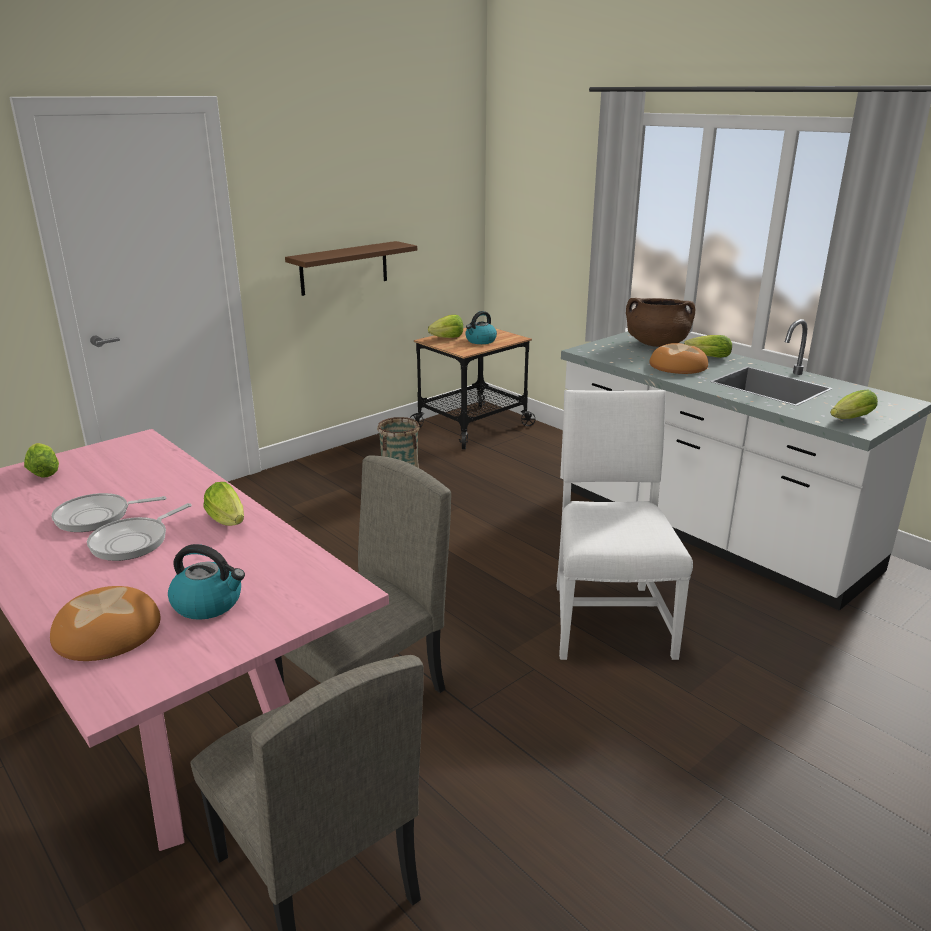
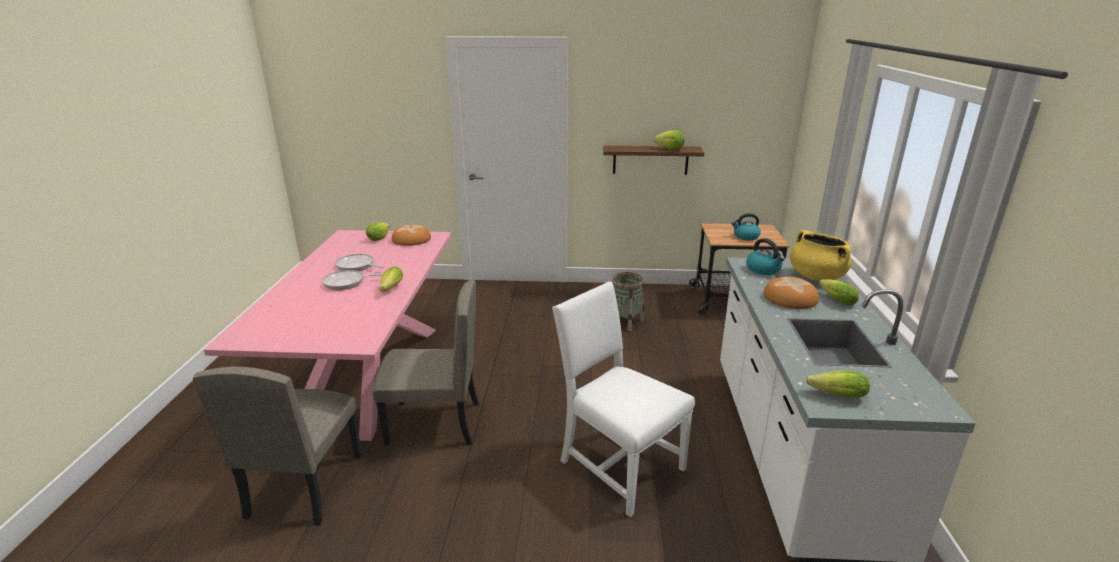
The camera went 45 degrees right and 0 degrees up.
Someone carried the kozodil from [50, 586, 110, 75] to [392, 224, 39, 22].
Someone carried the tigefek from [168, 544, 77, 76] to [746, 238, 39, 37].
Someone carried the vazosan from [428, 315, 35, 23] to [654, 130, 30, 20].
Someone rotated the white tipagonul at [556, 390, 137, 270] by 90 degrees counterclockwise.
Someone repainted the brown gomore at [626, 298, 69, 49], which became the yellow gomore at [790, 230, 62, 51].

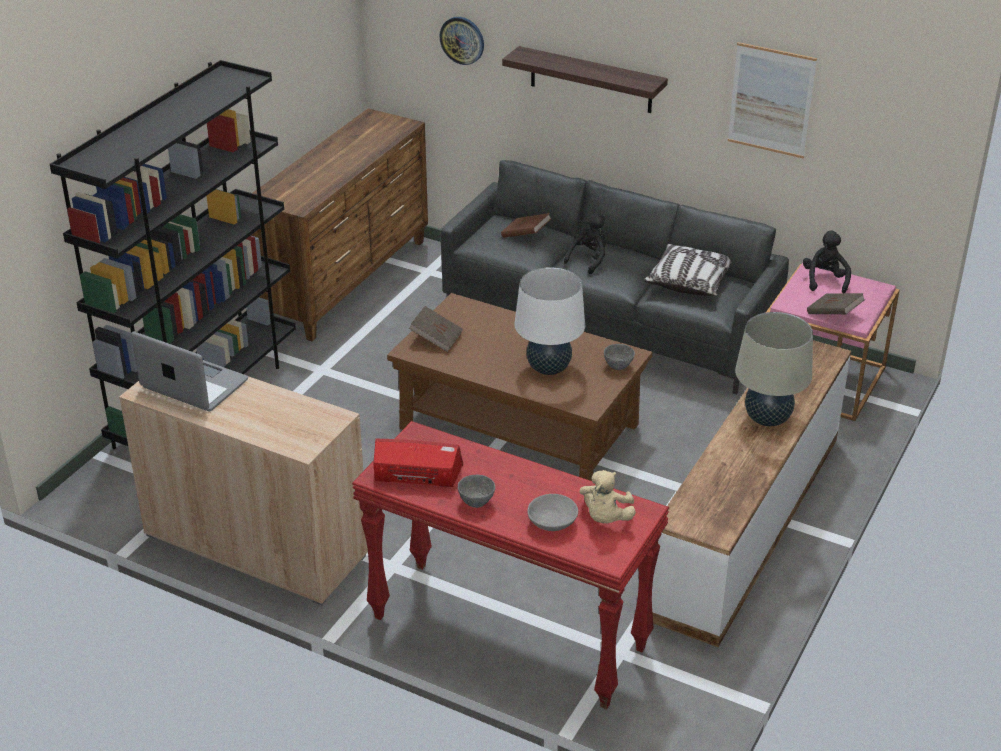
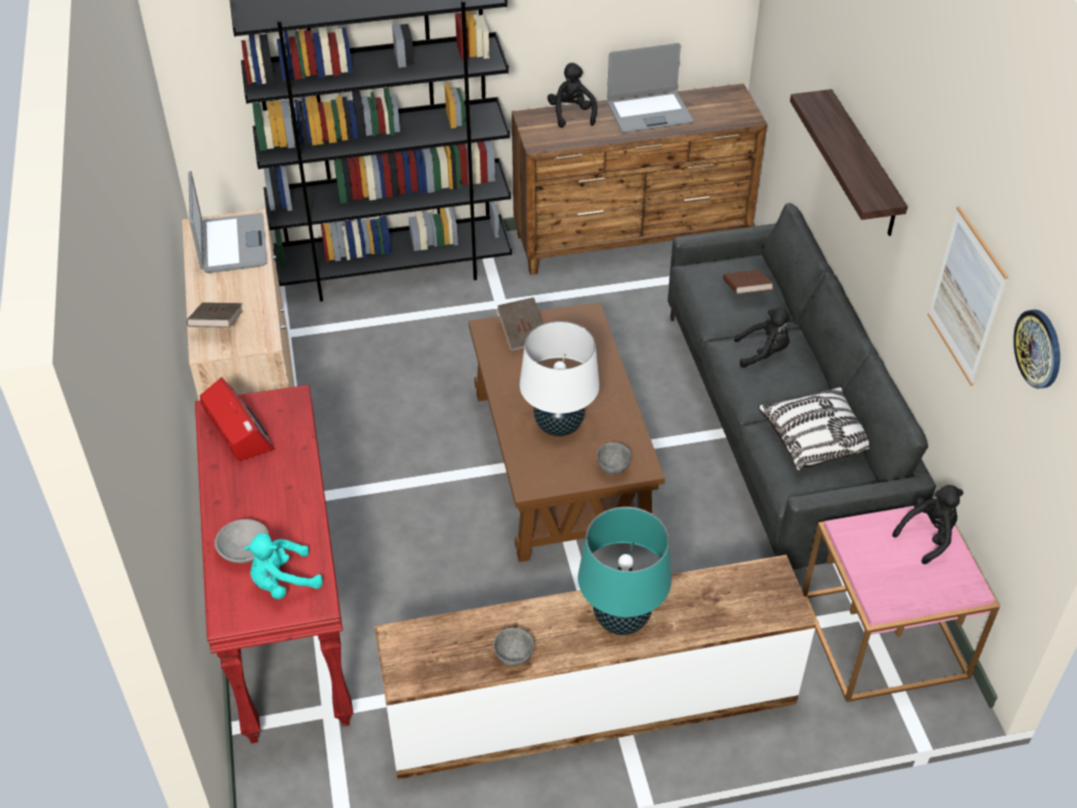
The camera went 50 degrees right and 10 degrees up.
Someone carried the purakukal from [439, 17, 45, 48] to [1013, 309, 47, 80].
Someone carried the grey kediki from [458, 475, 37, 33] to [494, 628, 40, 38].
Someone repainted the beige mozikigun at [580, 470, 56, 53], which became the turquoise mozikigun at [244, 533, 79, 66].
Someone repainted the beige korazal at [735, 312, 78, 114], which became the turquoise korazal at [578, 507, 93, 128].
Someone carried the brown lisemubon from [807, 293, 58, 21] to [187, 302, 55, 26].
Someone put down the black mozikigun at [547, 63, 50, 65].
Someone put down the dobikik at [607, 43, 86, 90].

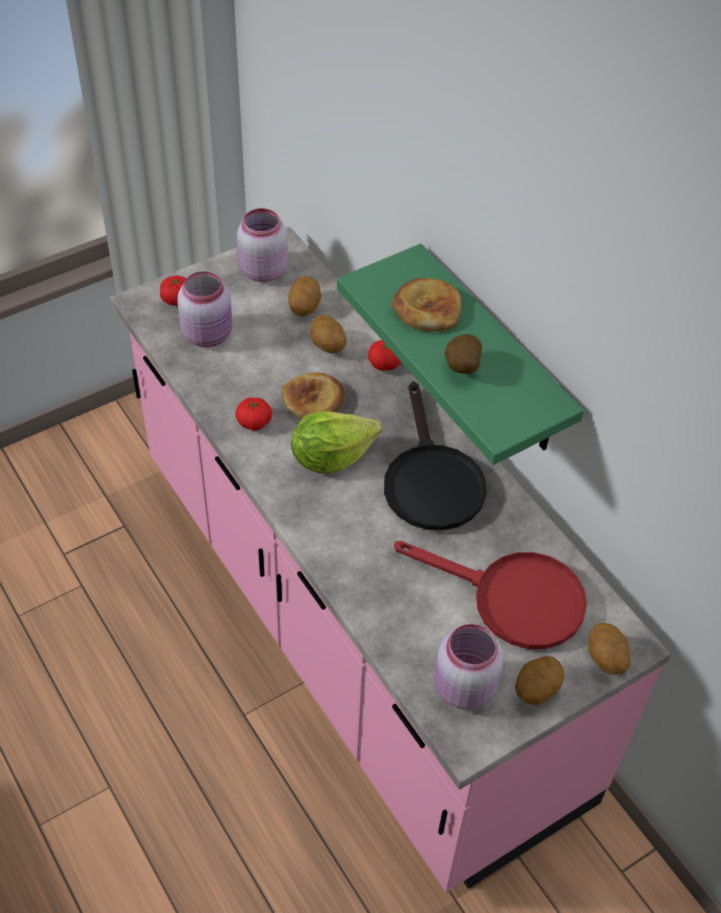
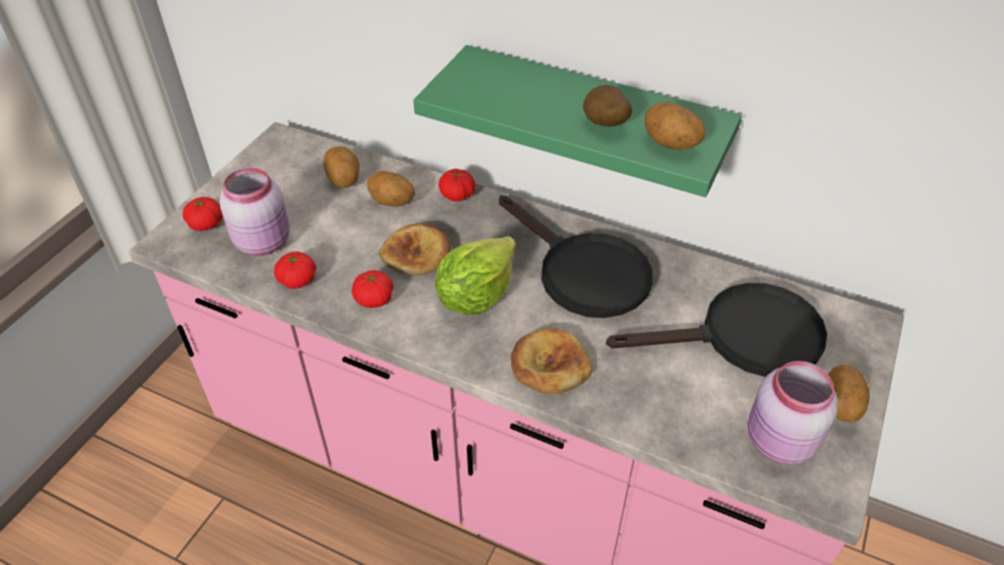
The camera went 30 degrees left and 5 degrees down.
Someone took away the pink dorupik at [237, 208, 51, 74].
Someone carried the kozodil from [392, 278, 69, 54] to [511, 328, 81, 66].
Someone repainted the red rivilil at [394, 541, 193, 108], which became the black rivilil at [606, 283, 221, 94].
Someone carried the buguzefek from [588, 623, 43, 52] to [645, 102, 60, 48].
Someone put down the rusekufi at [274, 252, 42, 37].

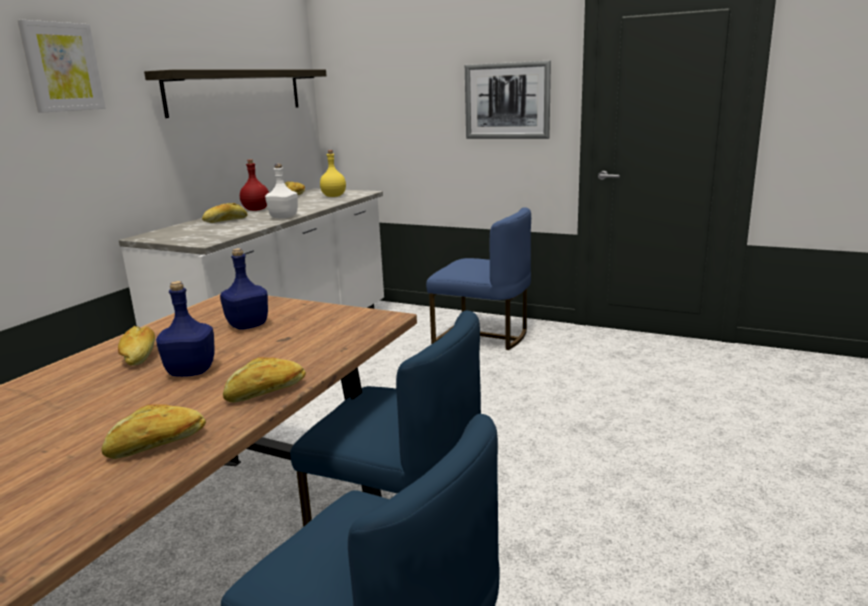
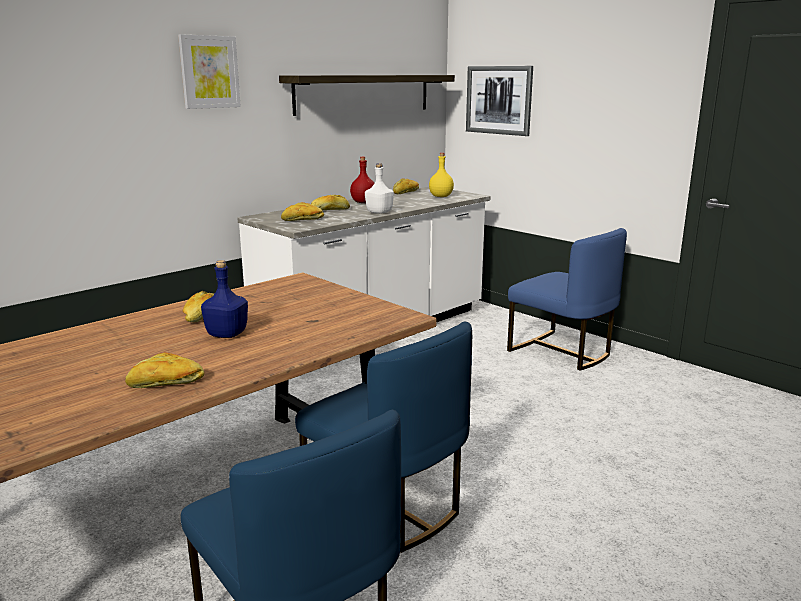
The camera went 20 degrees right and 0 degrees up.
Someone took away the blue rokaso at [220, 248, 48, 82].
Someone carried the kozodil from [223, 357, 83, 46] to [281, 202, 43, 19].
Someone carried the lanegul from [465, 61, 86, 78] to [466, 66, 67, 70].

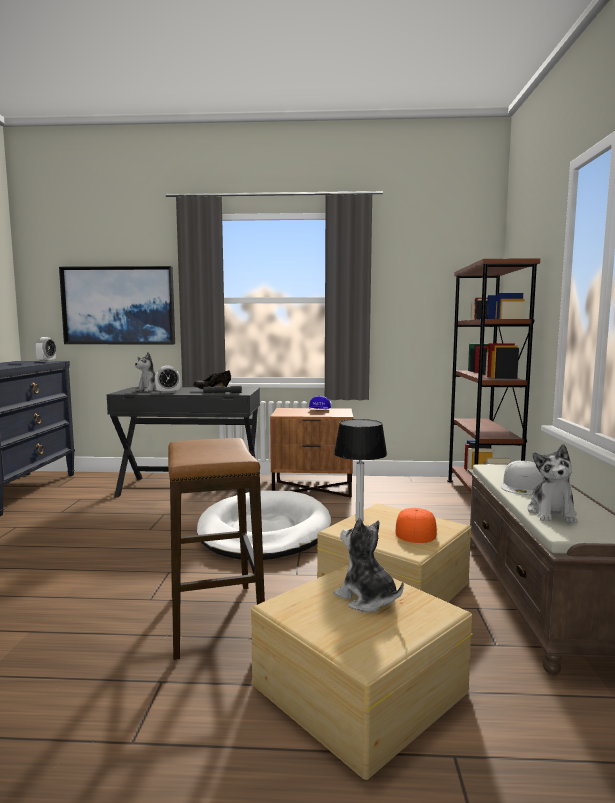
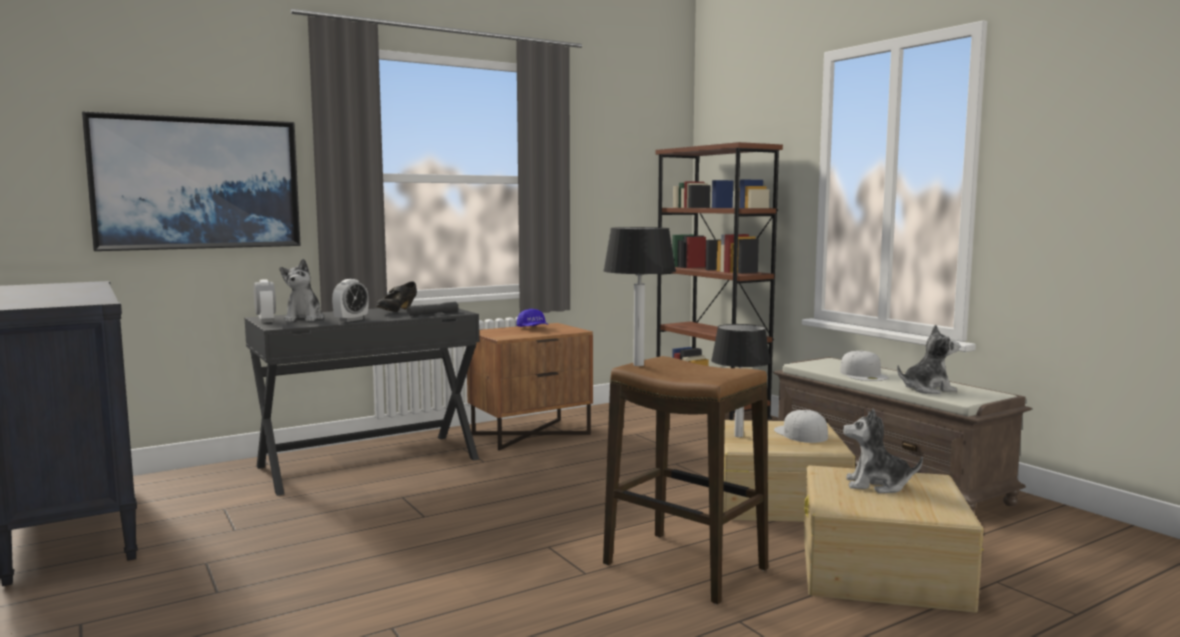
The camera went 35 degrees left and 0 degrees up.
Someone carried the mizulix from [35, 337, 21, 25] to [254, 279, 22, 44].
Someone took away the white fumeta at [197, 490, 134, 70].
Someone repainted the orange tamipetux at [396, 508, 41, 35], which became the white tamipetux at [774, 410, 54, 33].
Someone rotated the mozikigun at [527, 444, 51, 79] by 75 degrees counterclockwise.
Someone put down the korazal at [603, 227, 73, 139].

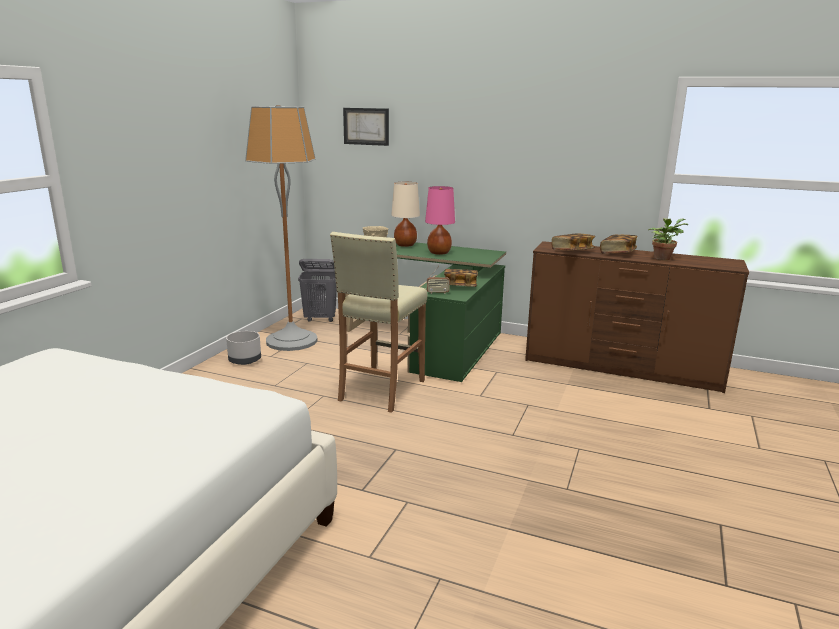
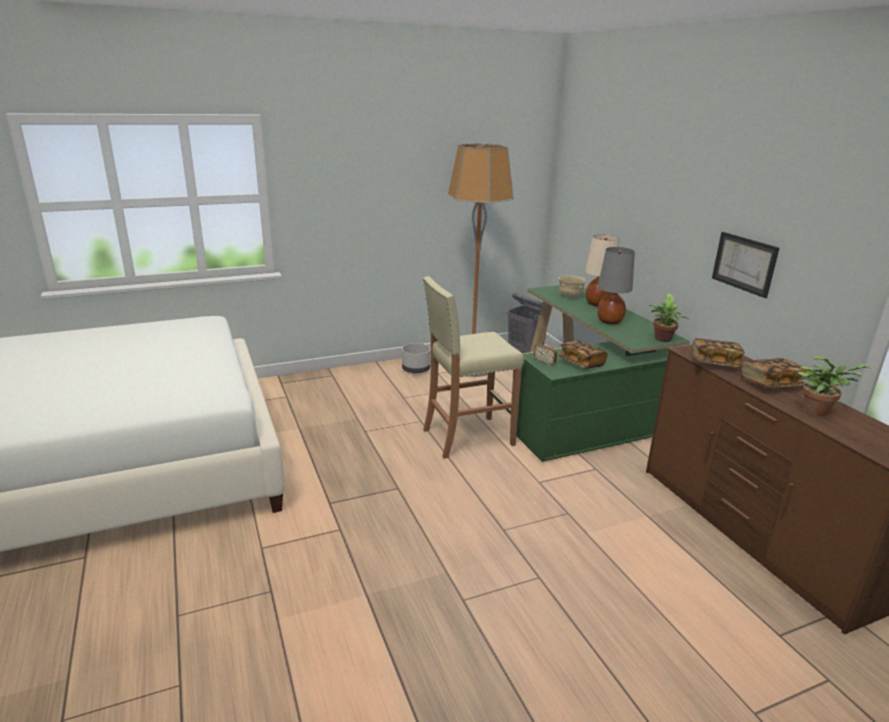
The camera went 45 degrees right and 5 degrees up.
Someone carried the lanegul from [343, 108, 46, 38] to [712, 232, 67, 66].
Someone repainted the pink korazal at [425, 186, 30, 69], which became the grey korazal at [597, 247, 38, 78].
Someone put down the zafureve at [649, 294, 40, 48].

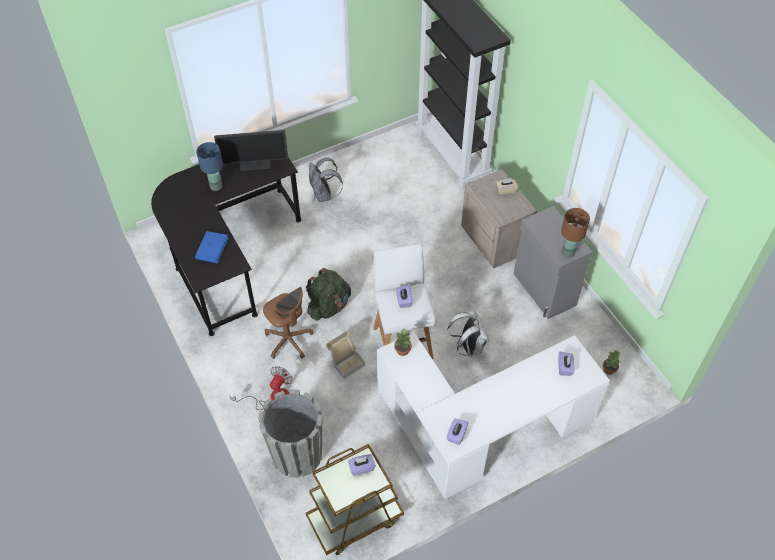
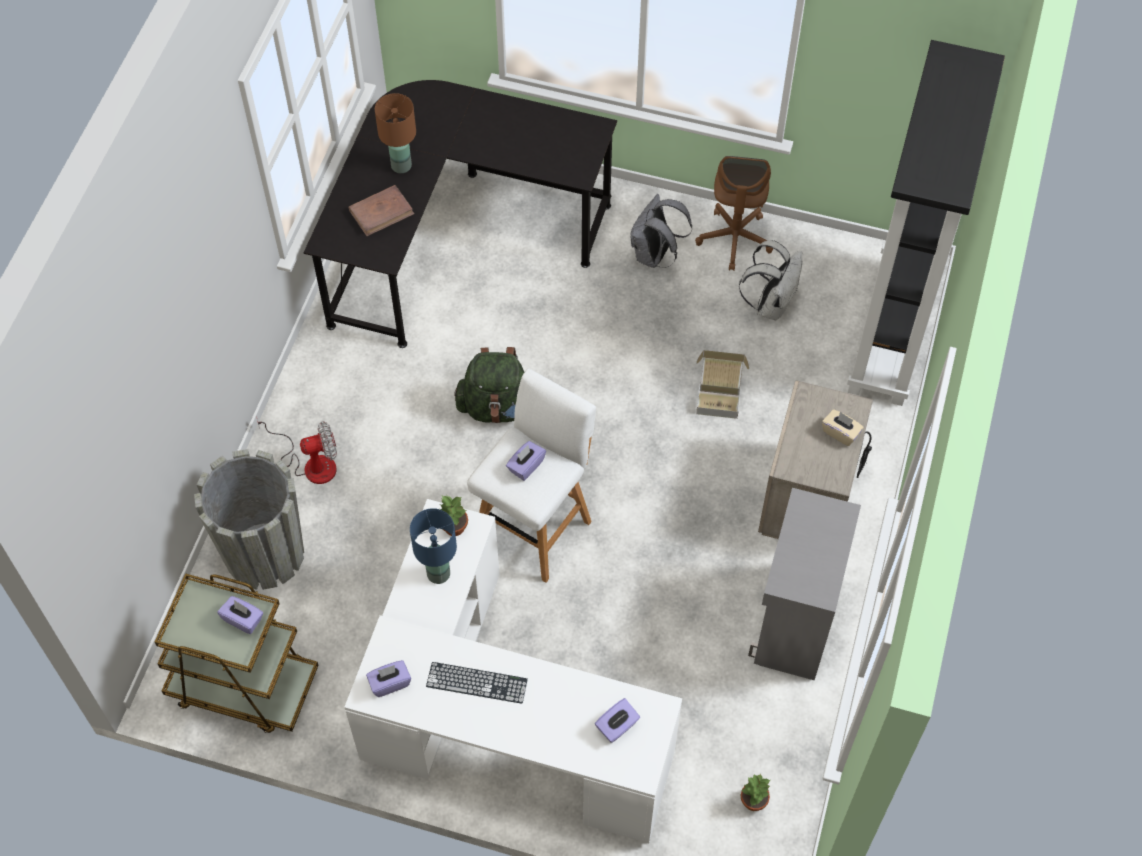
The camera went 45 degrees right and 5 degrees up.
Someone repainted the blue lisemubon at [195, 231, 34, 32], which became the brown lisemubon at [349, 185, 65, 51].
Someone carried the blue korazal from [196, 142, 27, 49] to [410, 508, 47, 76].
Someone took away the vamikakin at [214, 130, 74, 41].
Someone carried the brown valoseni from [263, 287, 51, 72] to [695, 156, 78, 115].
Someone carried the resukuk from [326, 331, 39, 48] to [696, 350, 53, 69].
Someone carried the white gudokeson from [448, 309, 41, 48] to [739, 240, 63, 80].
Someone carried the brown korazal from [561, 208, 29, 50] to [375, 93, 41, 80].
Someone put down the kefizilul at [426, 662, 102, 42].

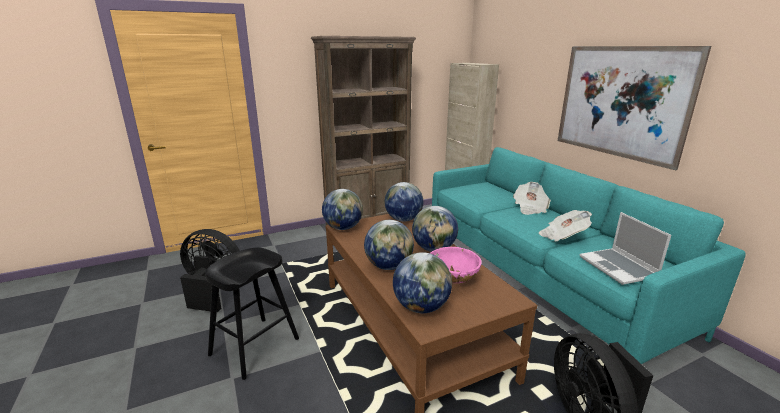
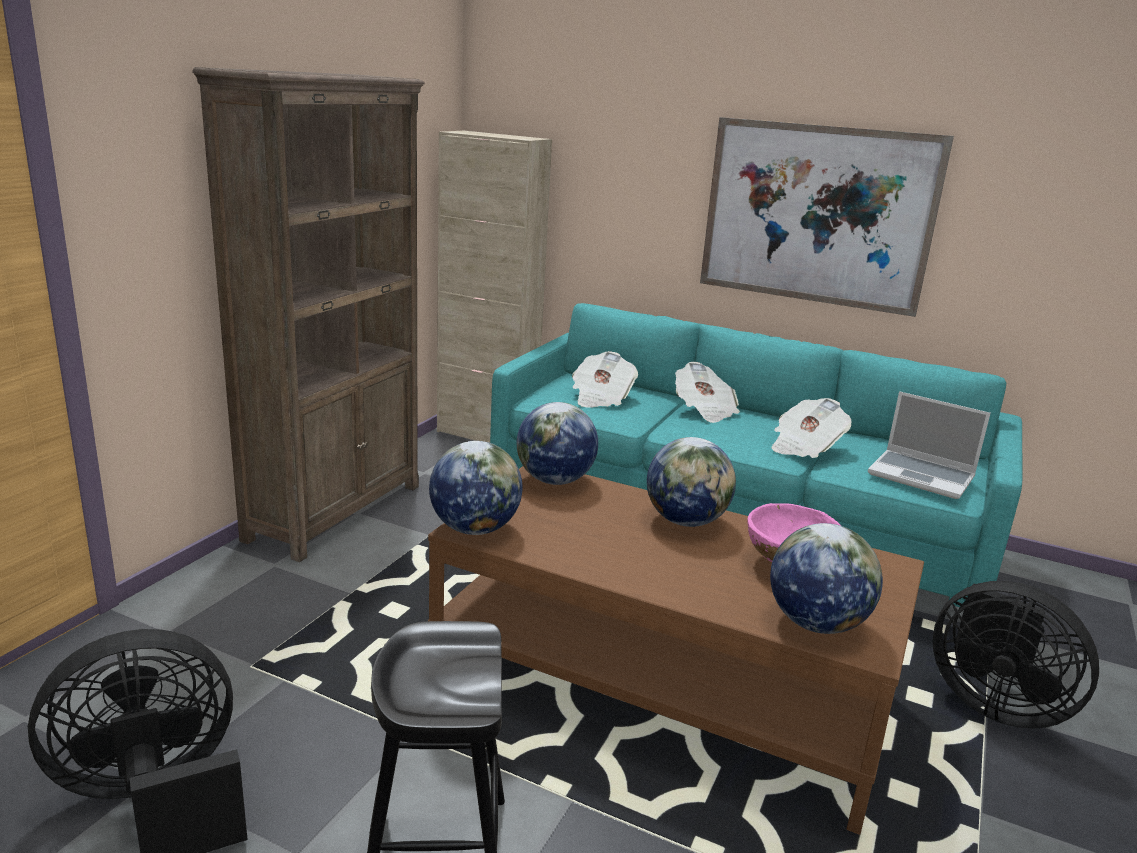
The camera went 40 degrees left and 0 degrees up.
Someone took away the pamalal at [364, 220, 50, 50].
Someone put down the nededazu at [572, 351, 66, 57].

